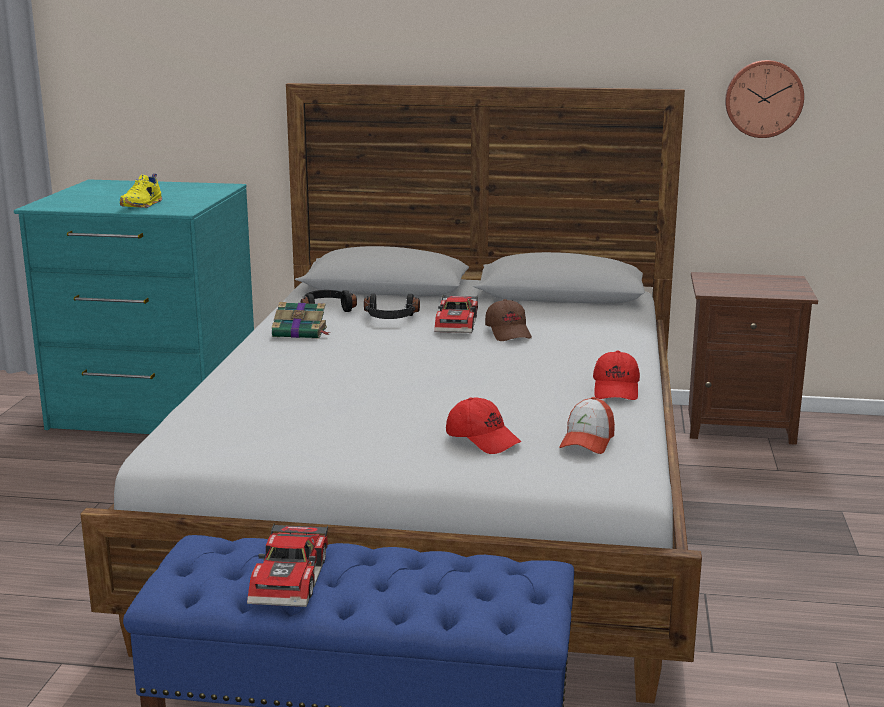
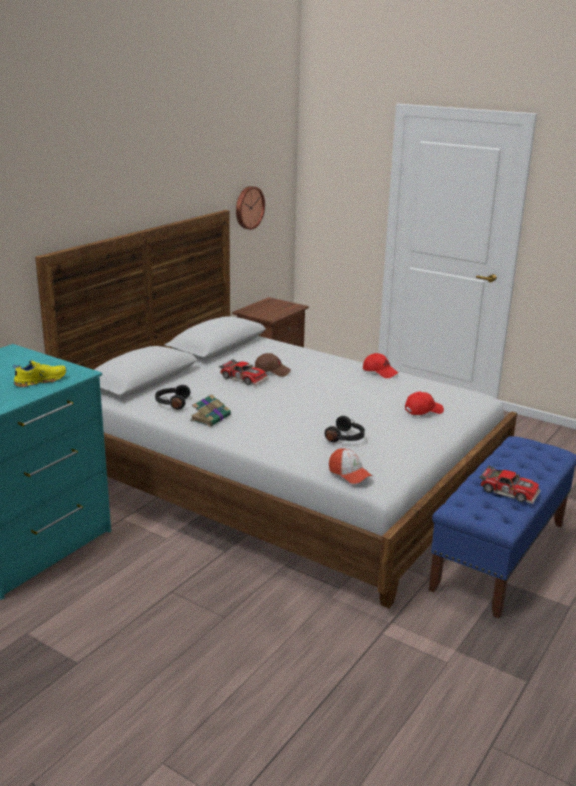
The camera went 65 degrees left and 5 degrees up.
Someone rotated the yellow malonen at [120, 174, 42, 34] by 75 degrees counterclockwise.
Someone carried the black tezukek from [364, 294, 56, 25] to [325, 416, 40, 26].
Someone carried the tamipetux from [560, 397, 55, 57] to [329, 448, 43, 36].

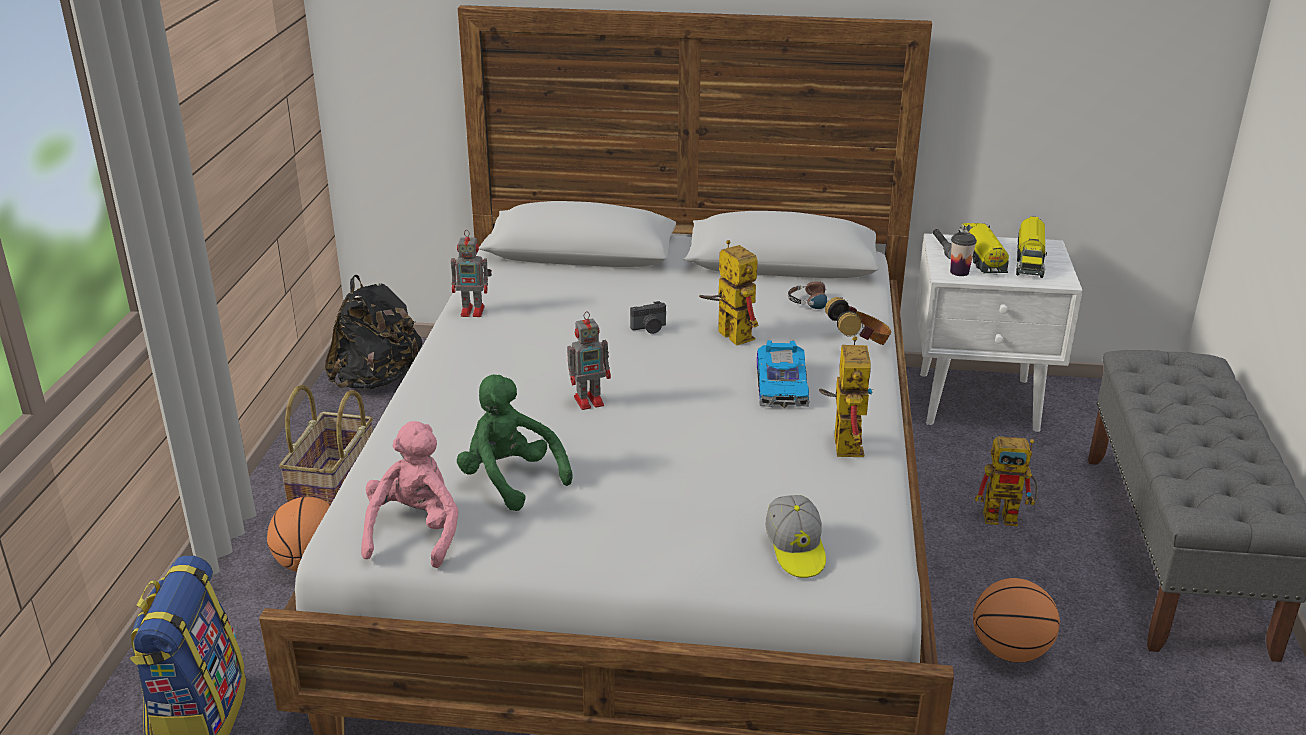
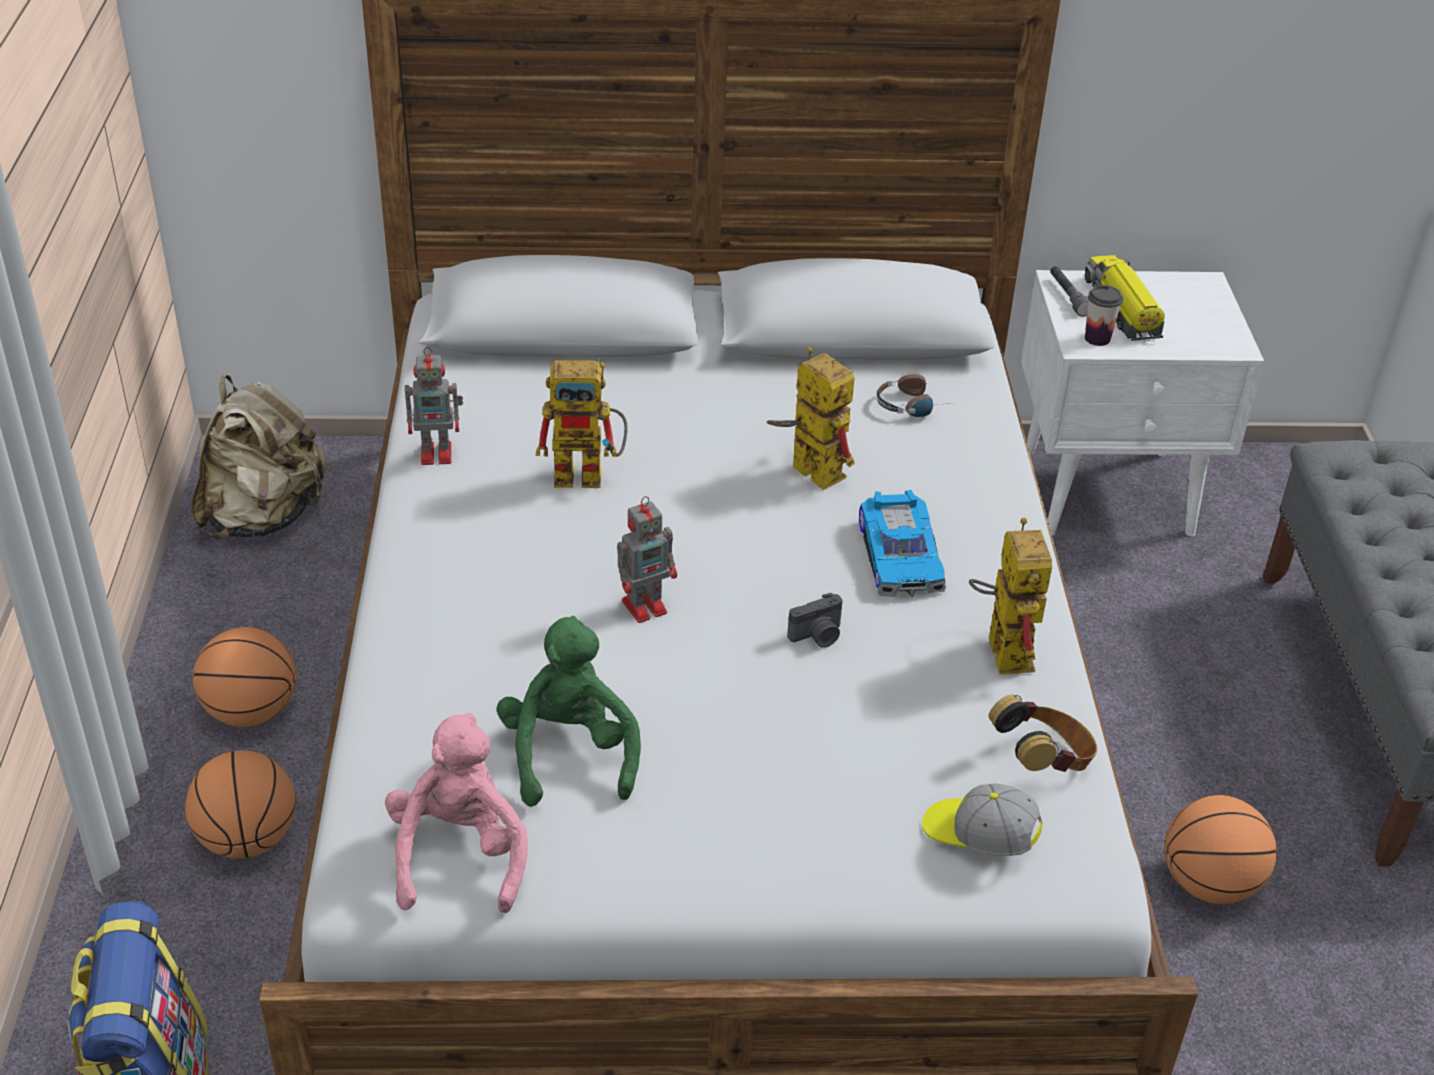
The camera went 10 degrees left and 10 degrees up.
Someone swapped the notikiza at [279, 385, 94, 119] for the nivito at [193, 627, 104, 100].
Someone repainted the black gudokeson at [325, 275, 98, 115], which became the beige gudokeson at [191, 375, 136, 165].
Someone rotated the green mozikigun at [457, 374, 116, 137] by 45 degrees clockwise.
Someone carried the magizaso from [630, 301, 36, 33] to [787, 593, 56, 55].
Someone rotated the tamipetux at [765, 495, 61, 83] by 135 degrees clockwise.
Someone carried the tezukek from [825, 297, 66, 48] to [989, 695, 108, 77].
Someone carried the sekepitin from [975, 436, 63, 90] to [536, 360, 92, 128].
Someone took away the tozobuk at [1016, 216, 31, 62].

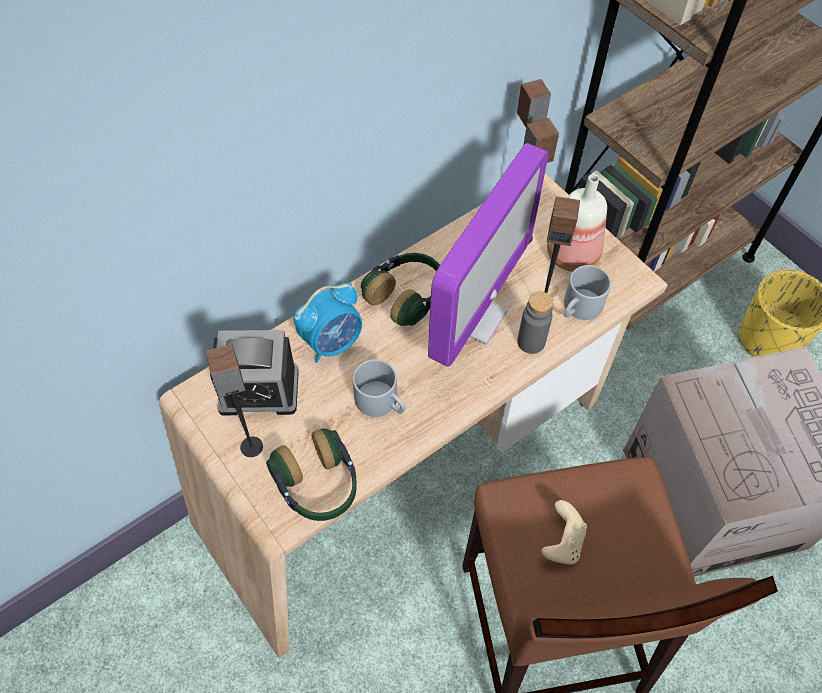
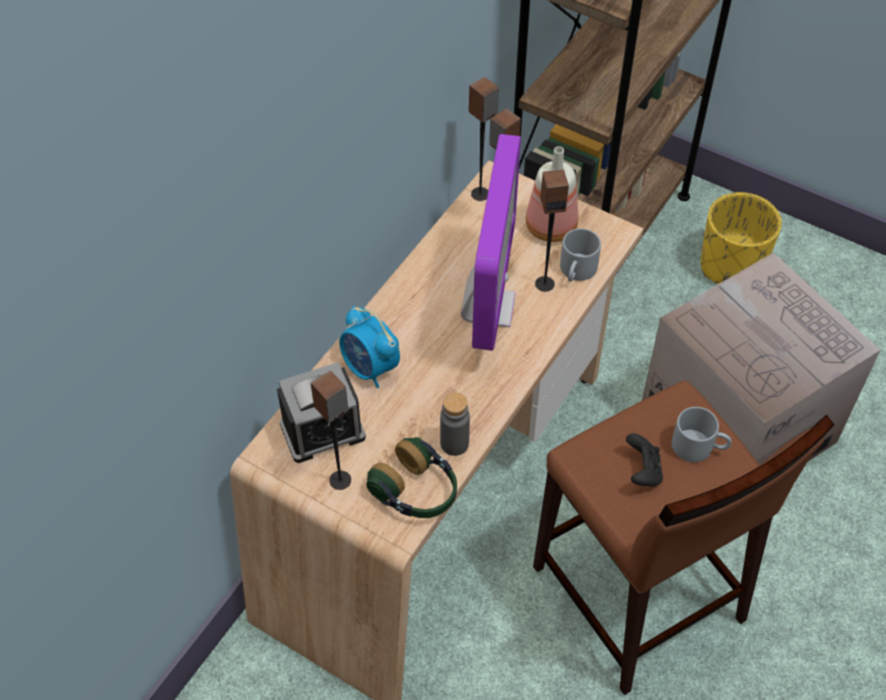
The camera went 20 degrees left and 5 degrees down.
Someone rotated the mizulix at [293, 283, 69, 80] by 105 degrees clockwise.
Someone carried the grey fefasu from [353, 359, 53, 58] to [672, 407, 60, 55].
Someone took away the tezukek at [361, 253, 79, 73].
Someone carried the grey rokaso from [517, 291, 36, 63] to [440, 393, 30, 63].
Someone repainted the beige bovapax at [541, 500, 46, 65], which became the black bovapax at [626, 433, 37, 54].

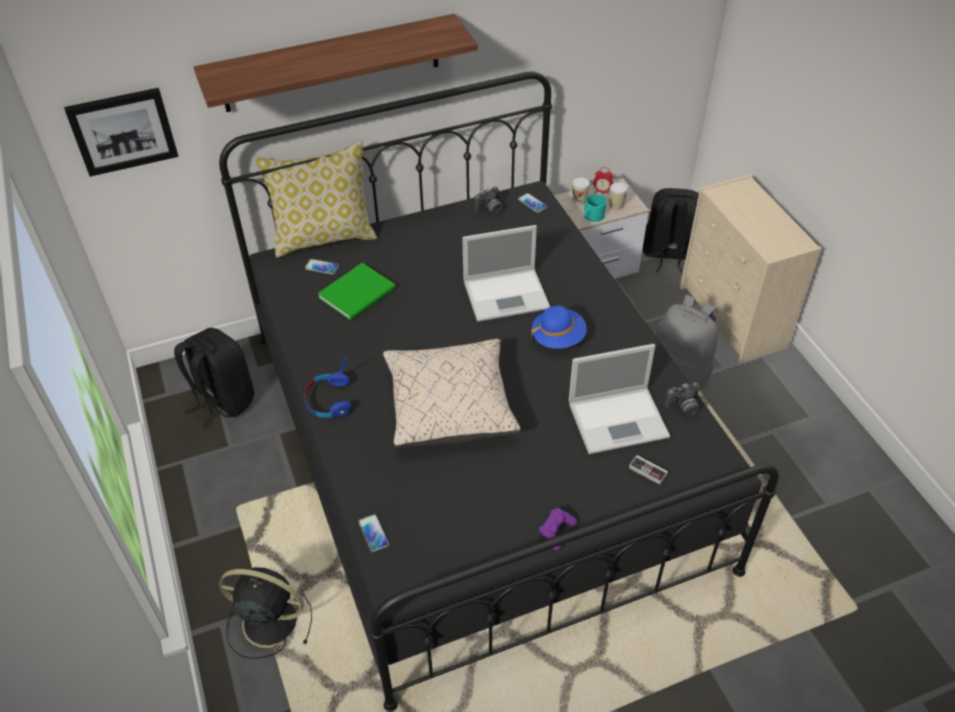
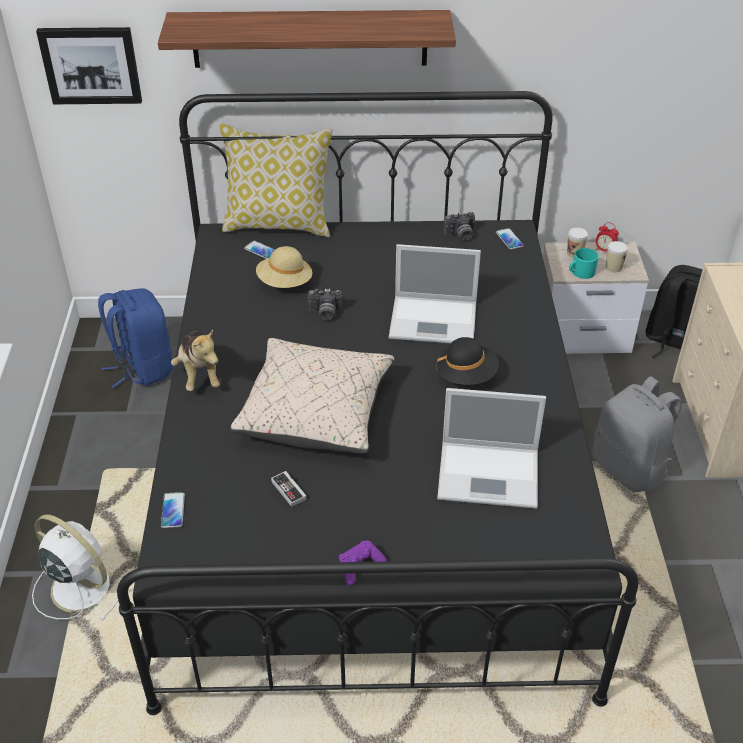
The camera went 20 degrees right and 5 degrees down.
Someone repainted the black gudokeson at [174, 328, 80, 100], which became the blue gudokeson at [98, 288, 75, 100].
Someone repainted the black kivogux at [219, 567, 93, 92], which became the white kivogux at [32, 514, 93, 106].
Someone swapped the blue tezukek at [305, 358, 47, 60] for the mozikigun at [171, 329, 49, 62].
Someone swapped the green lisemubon at [318, 263, 78, 57] for the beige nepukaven at [256, 246, 56, 42].
Someone repainted the blue nepukaven at [531, 306, 56, 43], which became the black nepukaven at [436, 337, 63, 48].
Someone carried the bovapax from [629, 455, 39, 30] to [271, 471, 36, 36].
Someone carried the magizaso from [664, 382, 36, 33] to [308, 289, 35, 31].

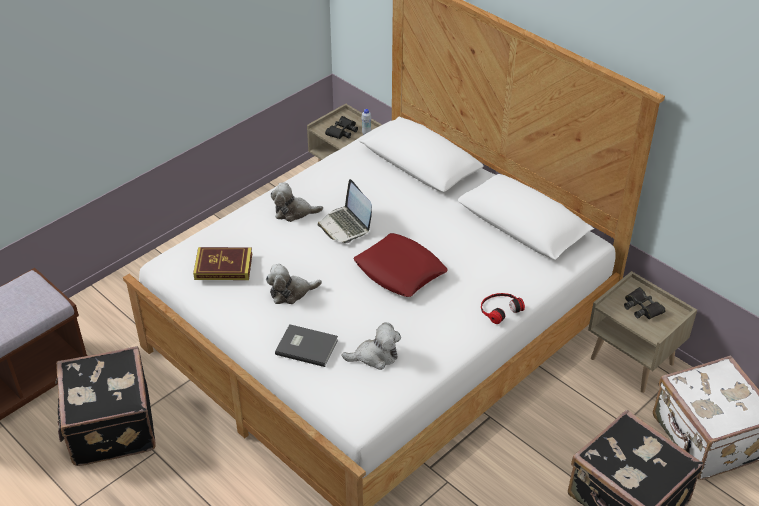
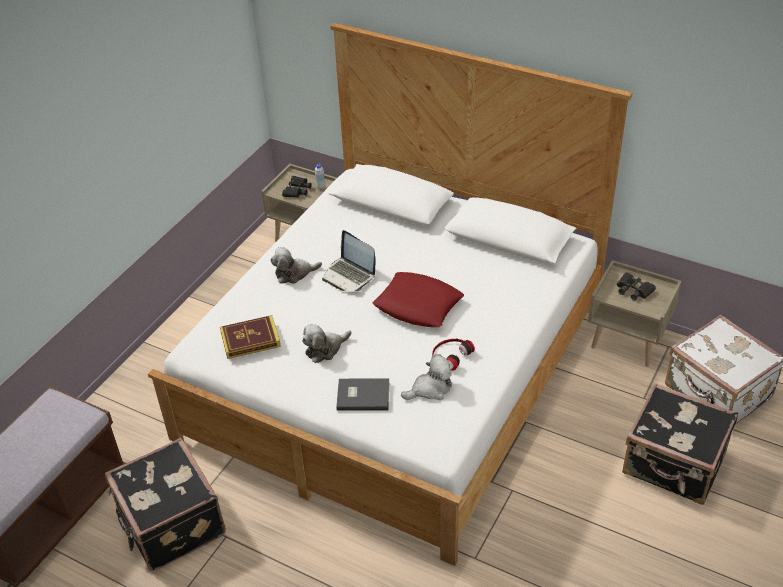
The camera went 15 degrees left and 0 degrees up.
Someone carried the tezukek from [481, 293, 44, 31] to [432, 339, 43, 32].

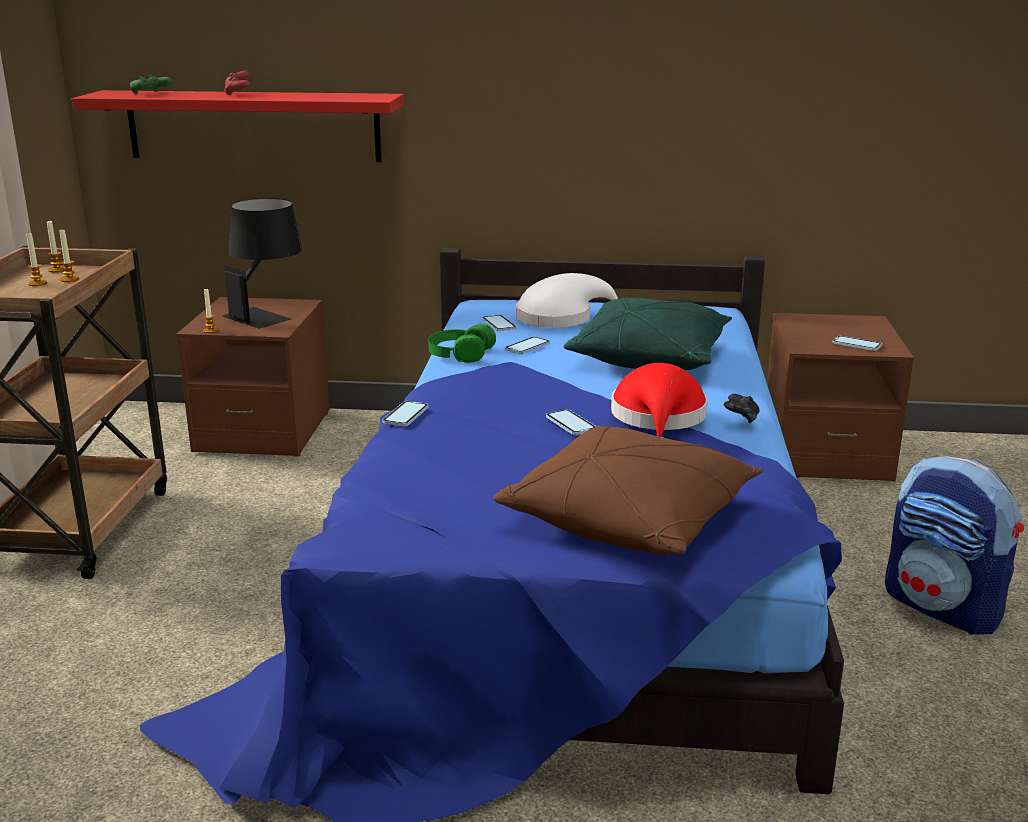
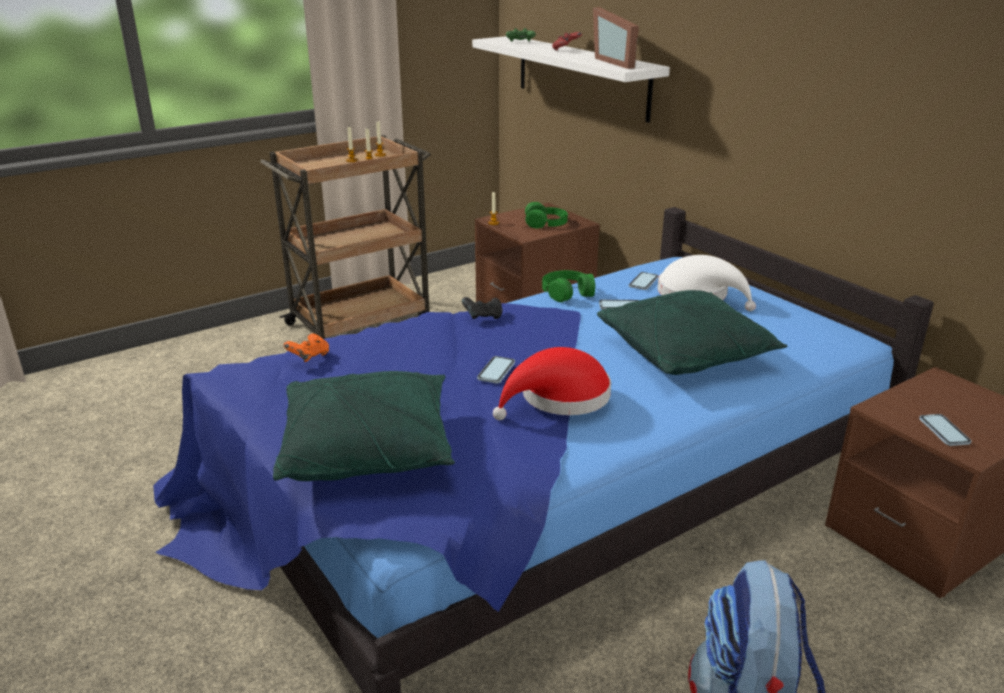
The camera went 50 degrees right and 5 degrees up.
Someone repainted the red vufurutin at [72, 90, 332, 72], which became the white vufurutin at [472, 36, 198, 87].
Someone swapped the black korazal at [222, 198, 80, 131] for the green tezukek at [525, 202, 43, 26].
Someone took away the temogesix at [382, 401, 47, 25].
Someone repainted the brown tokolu at [493, 426, 270, 128], which became the green tokolu at [273, 371, 182, 110].
Someone carried the black bovapax from [723, 394, 37, 29] to [462, 297, 41, 22].
Someone put down the orange bovapax at [284, 334, 45, 28].
Someone put down the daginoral at [593, 7, 46, 62].

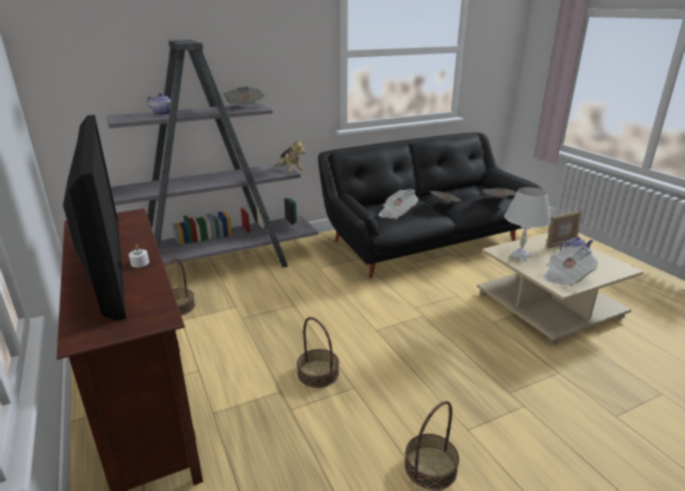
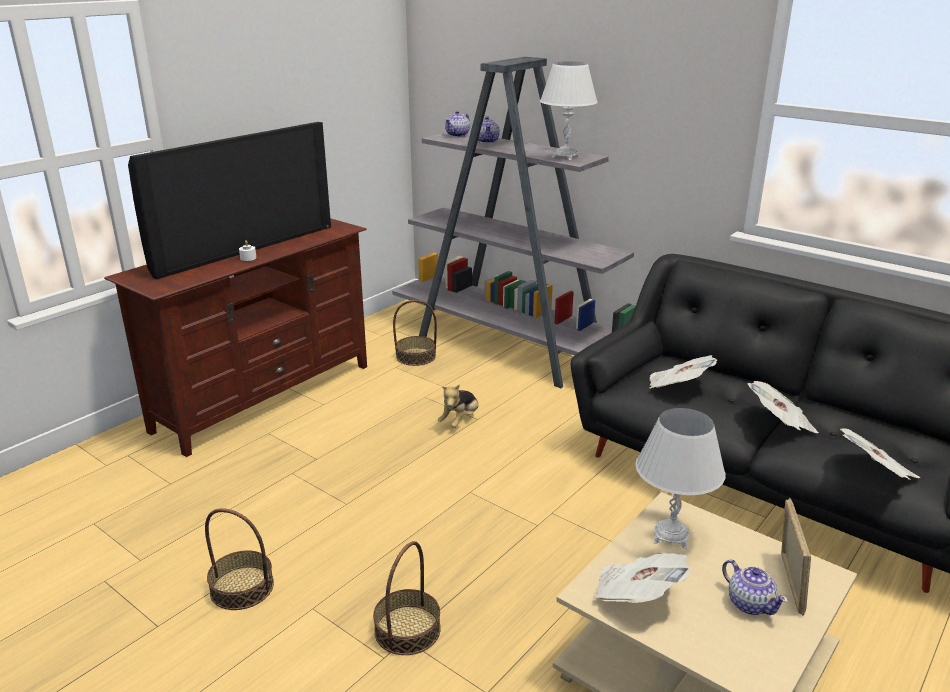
The camera went 65 degrees right and 0 degrees up.
Someone swapped the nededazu at [223, 87, 41, 18] for the white korazal at [540, 61, 58, 99].
Someone carried the mozikigun from [276, 138, 29, 34] to [438, 385, 40, 43].
Someone carried the notikiza from [297, 317, 42, 71] to [373, 541, 68, 114].
Someone rotated the daginoral at [547, 210, 35, 38] by 120 degrees counterclockwise.
Someone put down the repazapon at [445, 111, 25, 26].

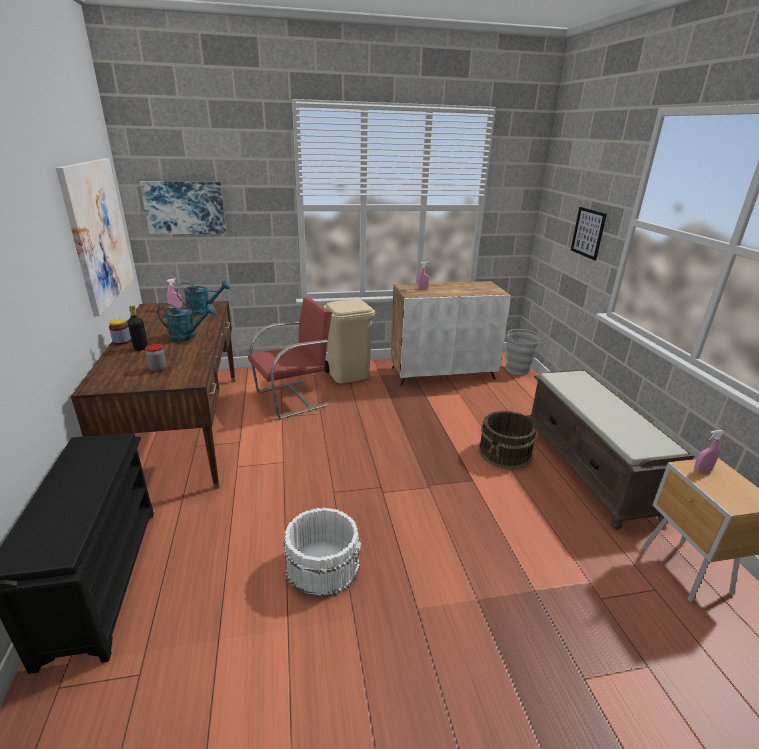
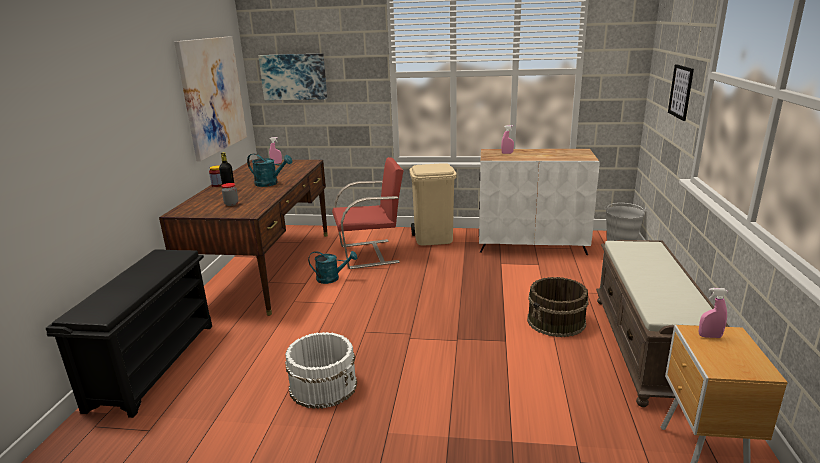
The camera went 20 degrees right and 5 degrees down.
Someone carried the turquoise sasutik from [177, 280, 53, 36] to [308, 251, 49, 33].

